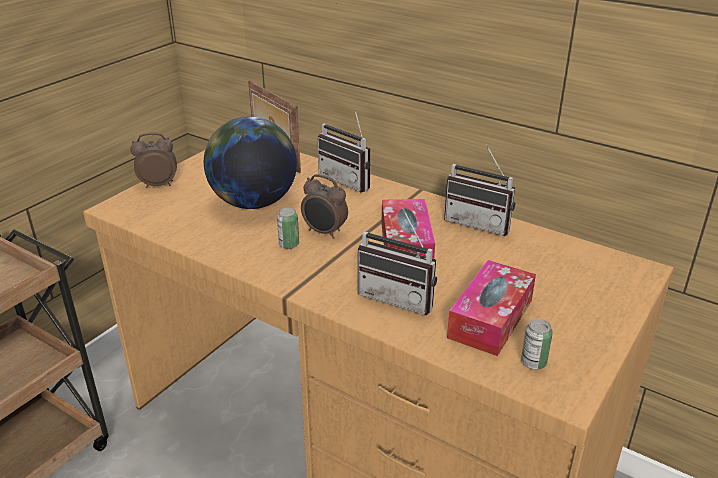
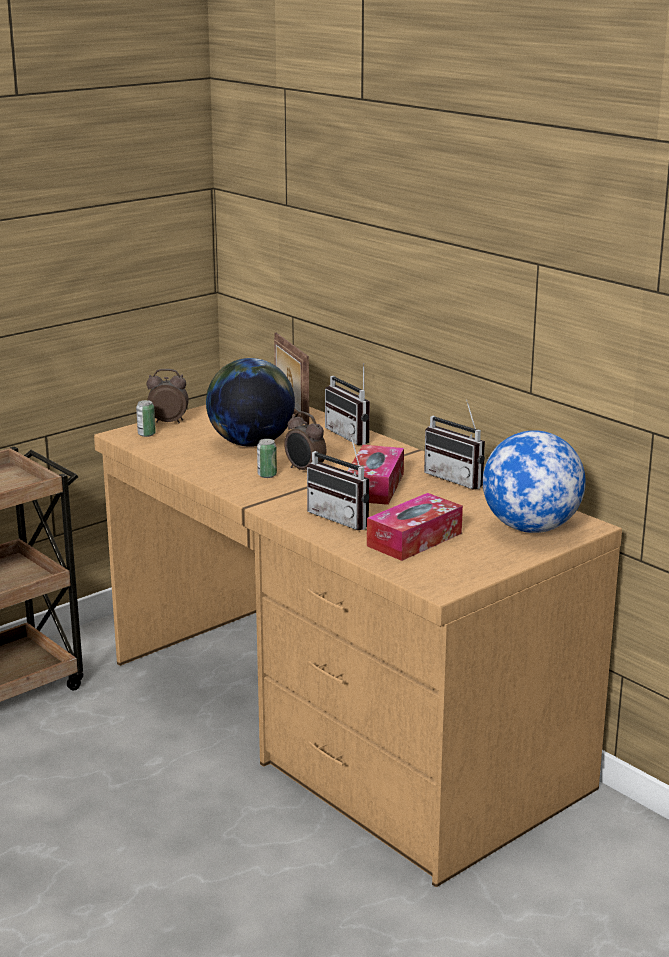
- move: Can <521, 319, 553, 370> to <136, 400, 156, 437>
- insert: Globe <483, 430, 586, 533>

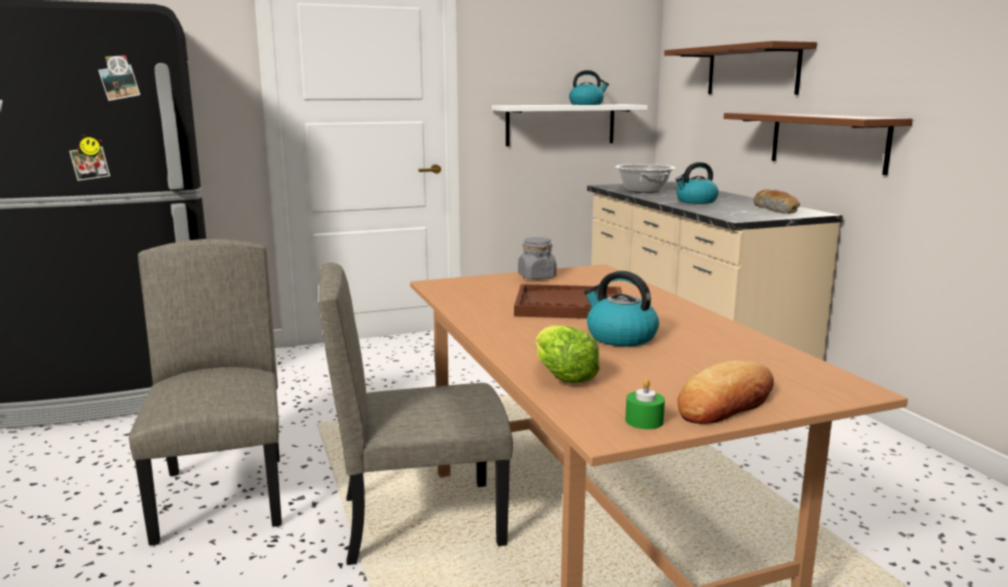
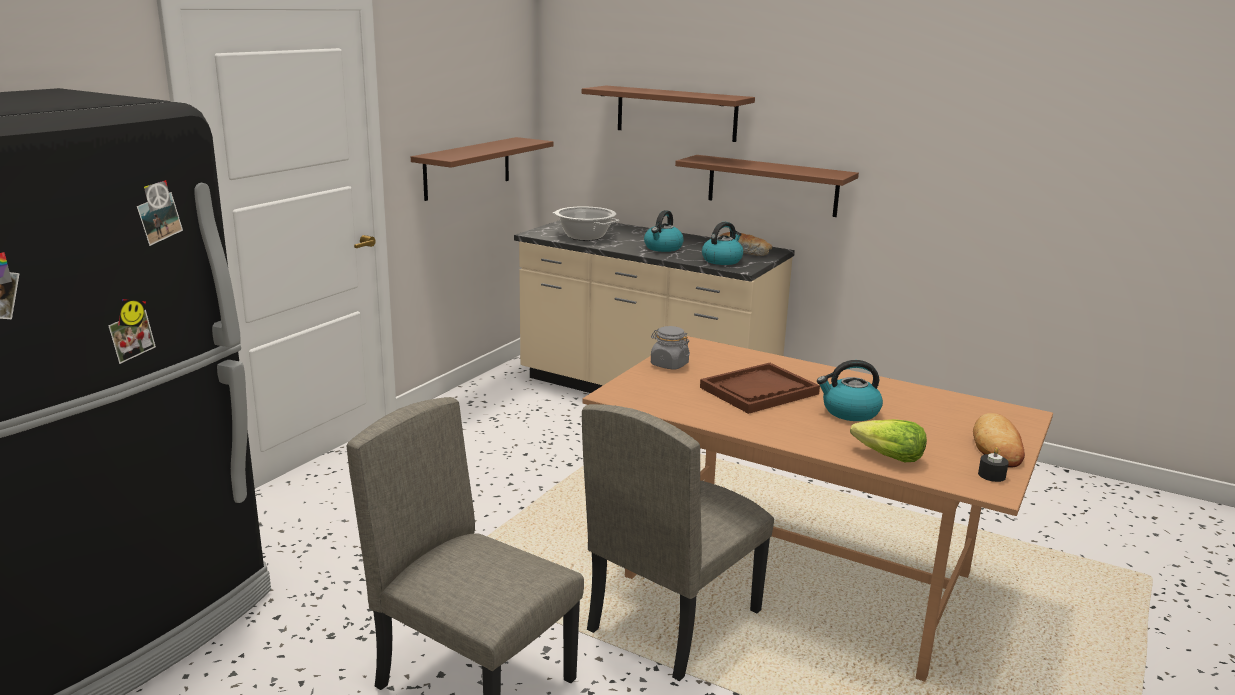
- move: Kettle <569, 70, 609, 105> to <702, 222, 743, 265>
- recolor: WhiteShelf <492, 104, 648, 146> to BrownShelf <411, 137, 553, 201>
- recolor: GreenCandle <625, 379, 665, 429> to BlackCandle <978, 447, 1009, 482>

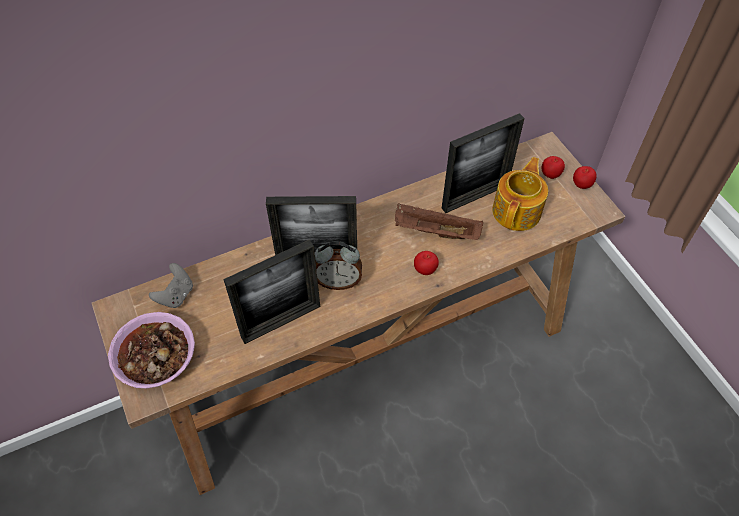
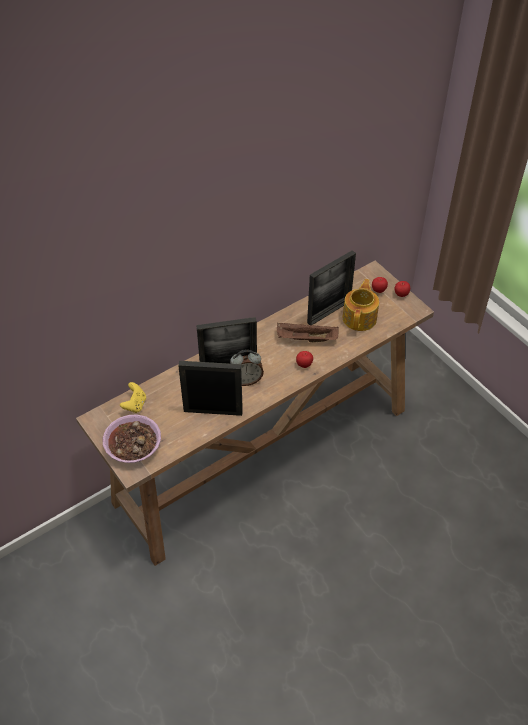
- rotate: PictureFrame <223, 239, 320, 344> = <178, 361, 243, 416> 135 degrees counterclockwise
- recolor: GreyGameController <149, 263, 193, 308> to YellowGameController <120, 382, 146, 413>

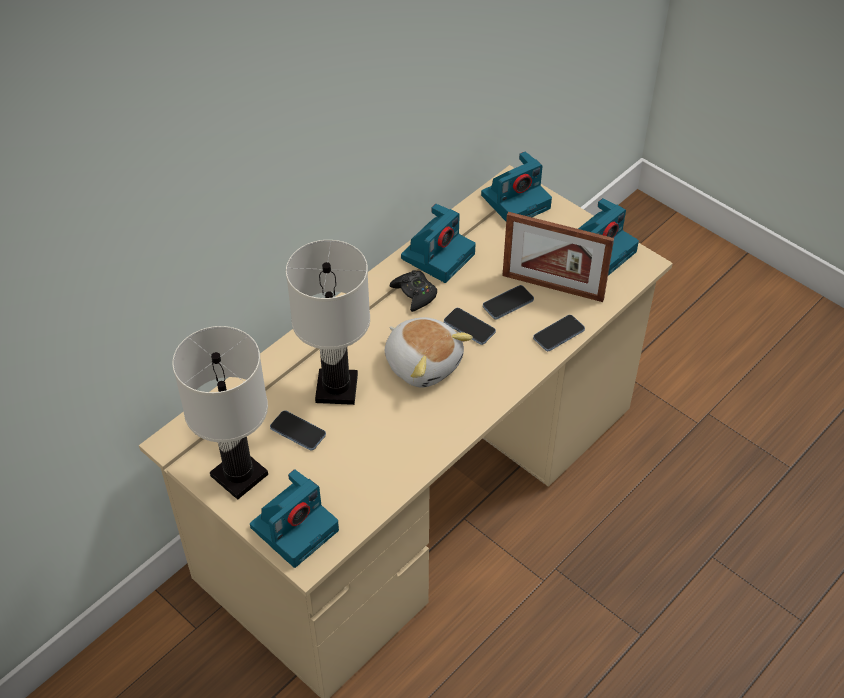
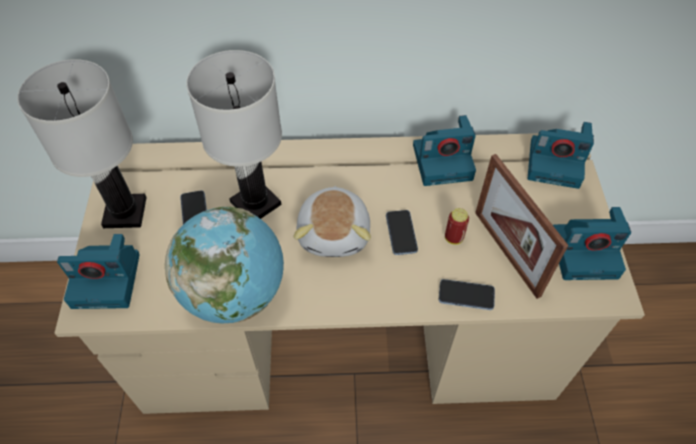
- delete: BlackGameController <390, 270, 437, 312>
- replace: Phone <483, 285, 534, 319> to Can <445, 208, 469, 245>
- insert: Globe <165, 207, 284, 323>

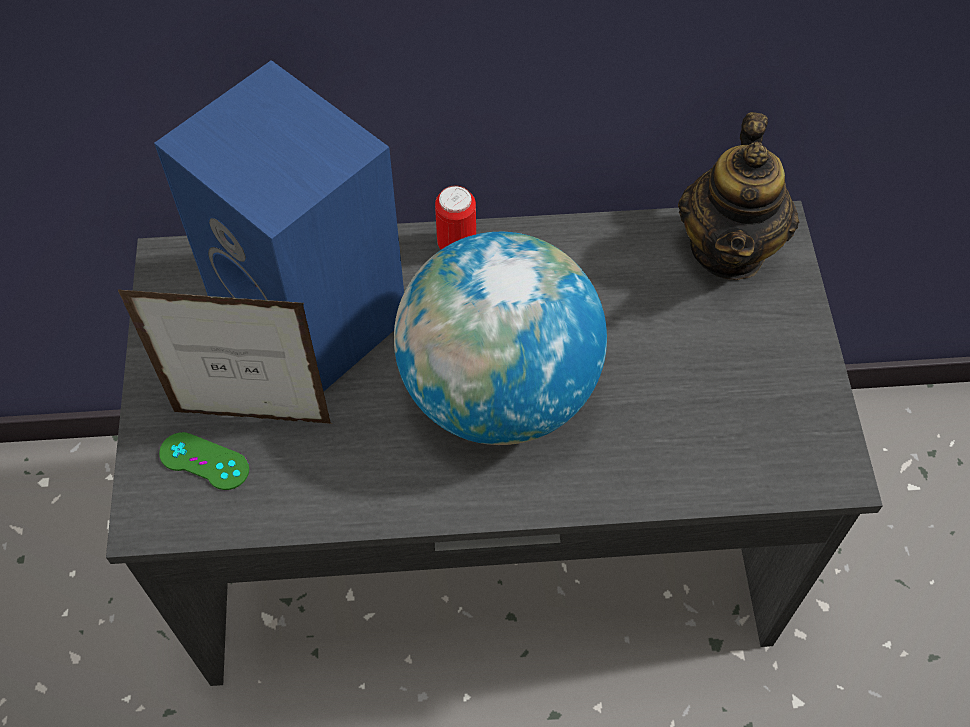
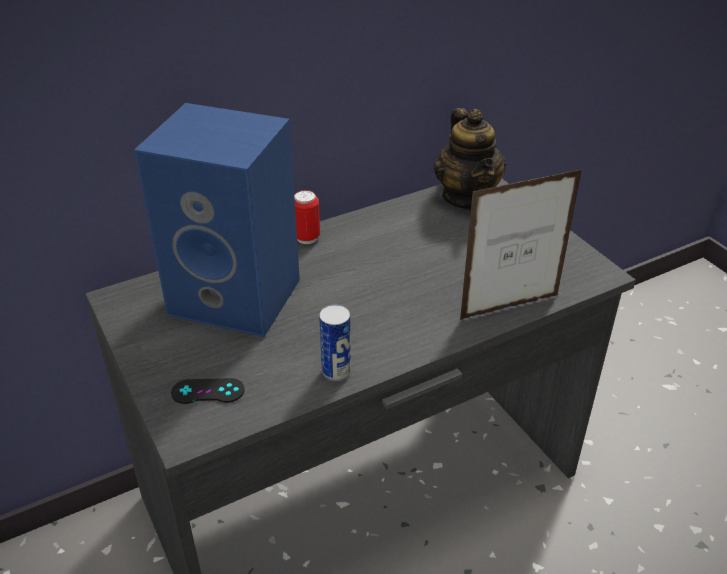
- delete: Globe <394, 232, 607, 445>
- move: PictureFrame <117, 289, 332, 424> to <460, 169, 582, 320>
- recolor: GreenGameController <159, 432, 249, 490> to BlackGameController <171, 378, 245, 404>
- insert: Can <319, 304, 351, 381>

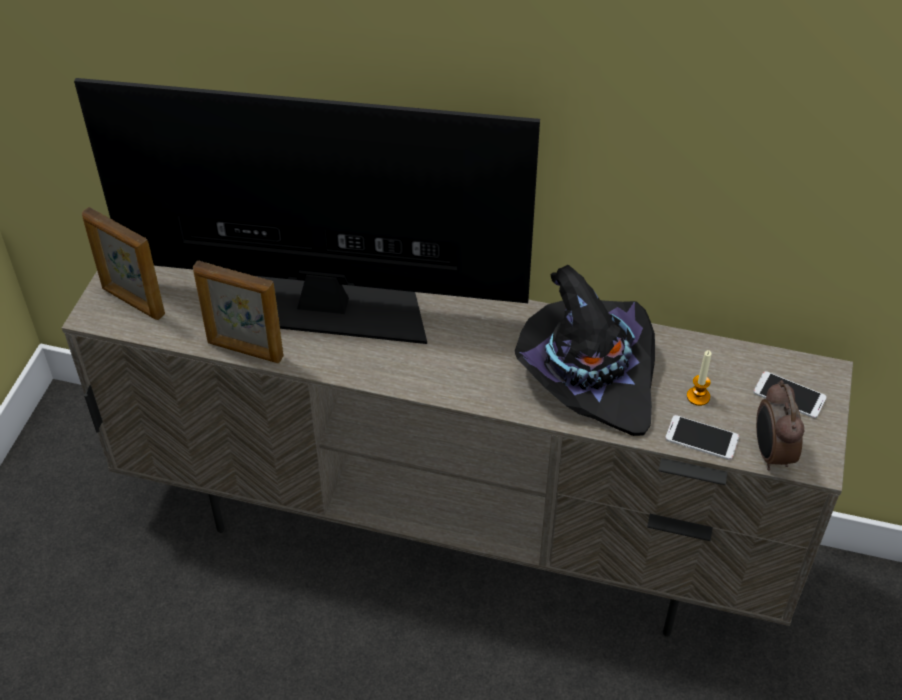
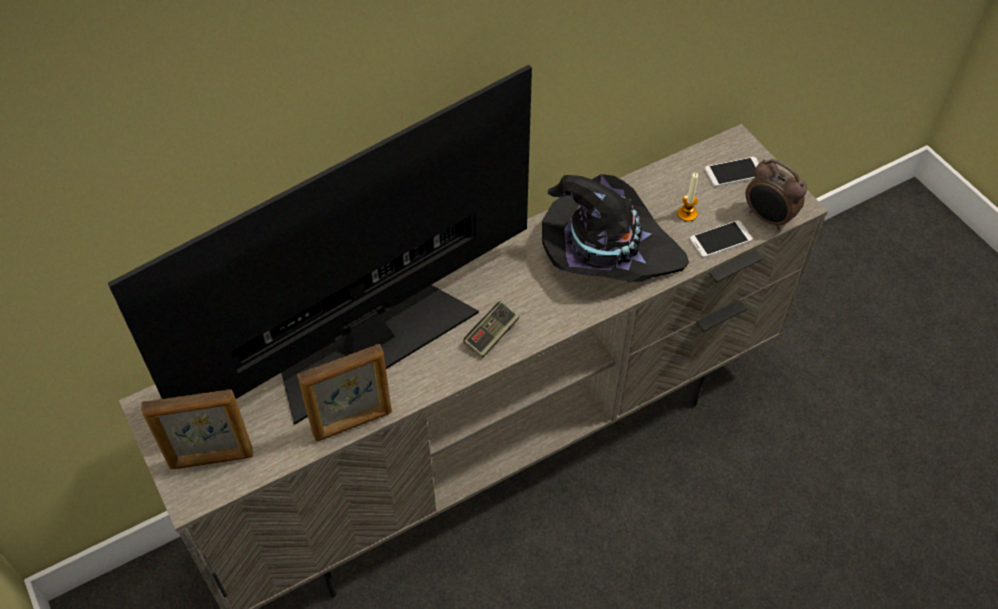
- insert: GameController <463, 301, 519, 358>

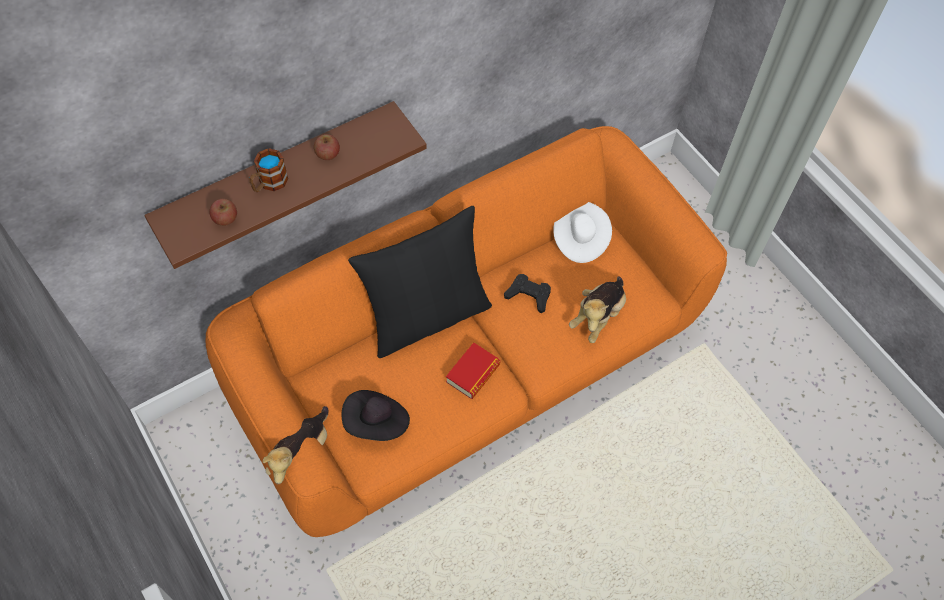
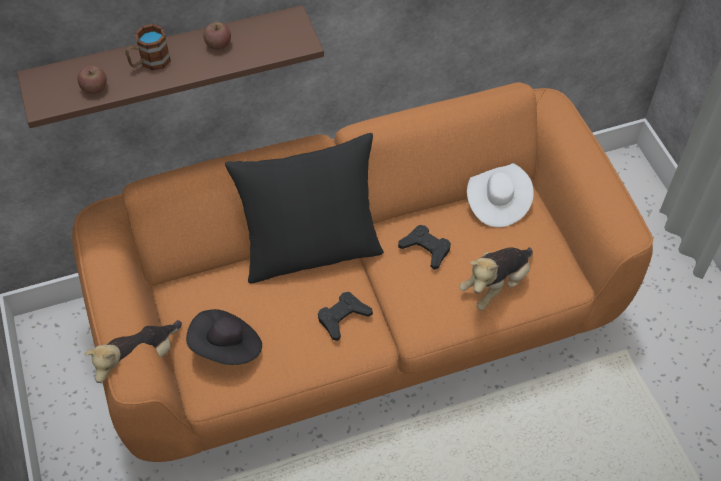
- replace: Book <446, 342, 500, 399> to BlackGameController <318, 292, 373, 341>

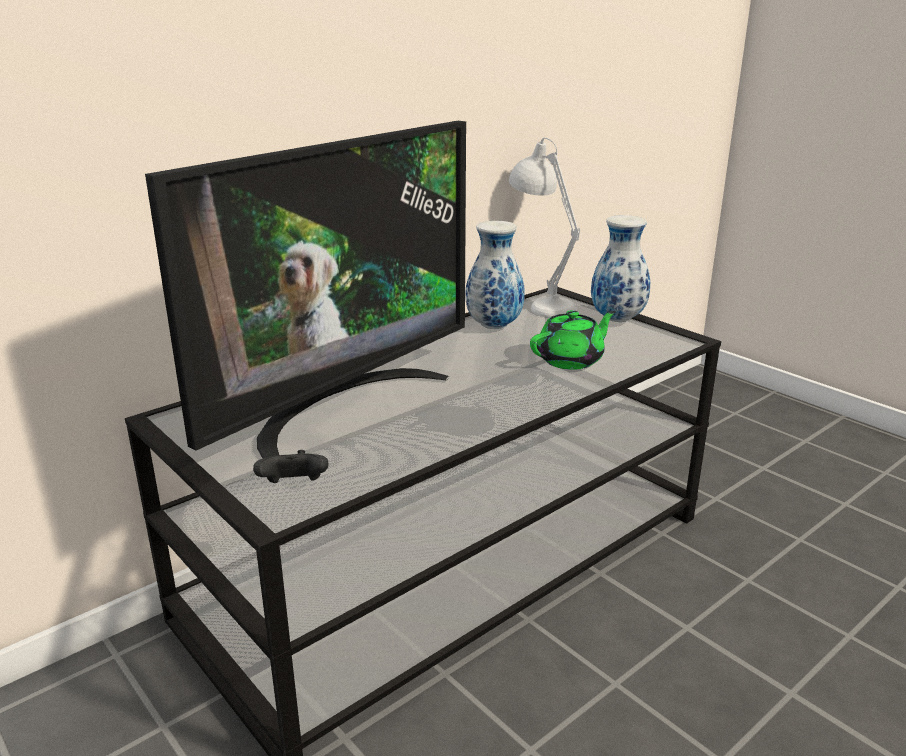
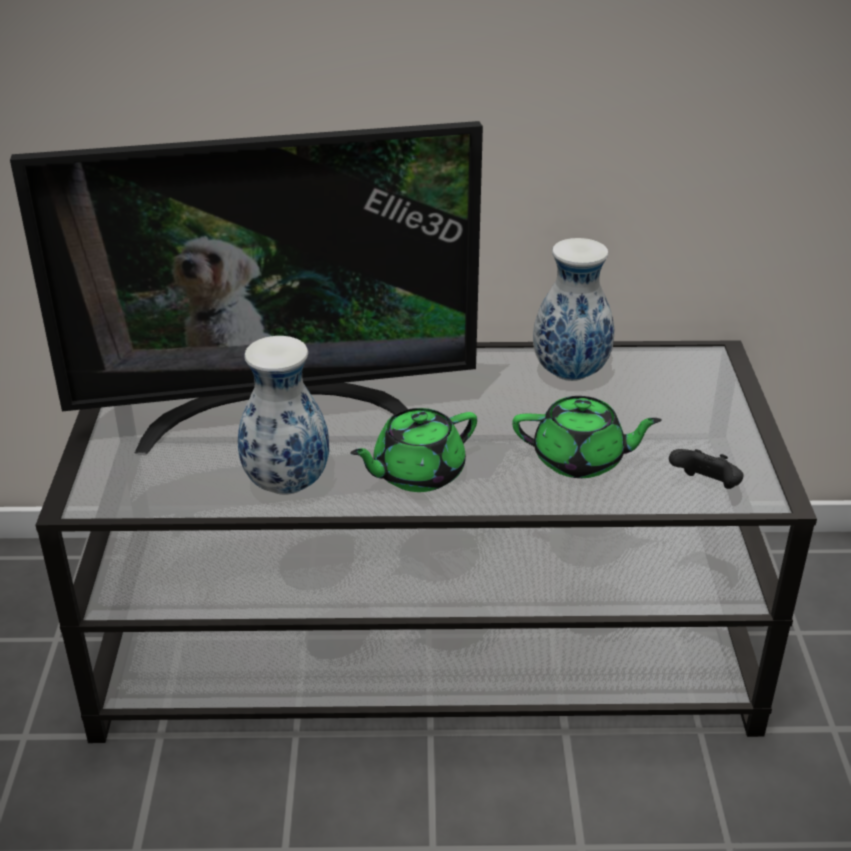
- delete: WhiteTableLamp <509, 138, 580, 317>
- move: Vase <591, 215, 650, 322> to <238, 336, 329, 495>
- move: BlackGameController <253, 450, 329, 483> to <669, 449, 744, 489>
- insert: GreenTeapot <350, 408, 477, 492>

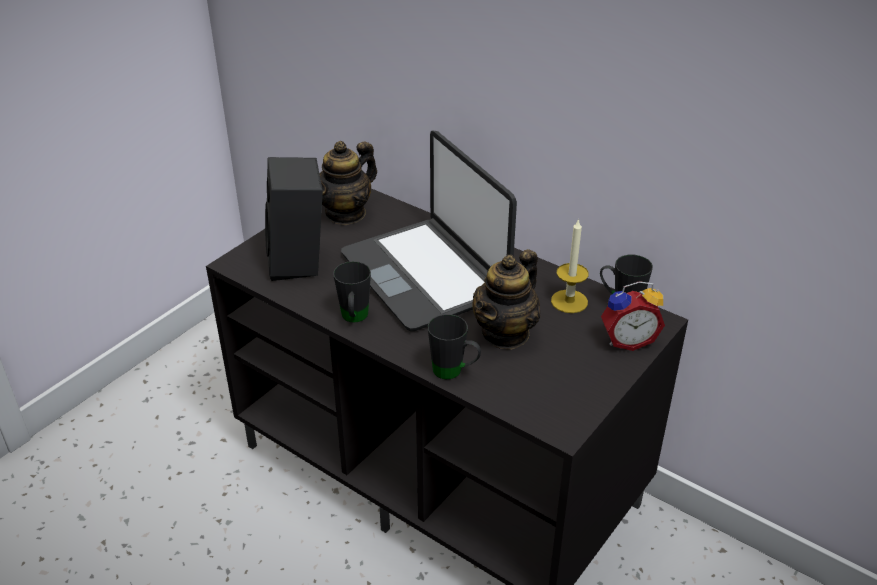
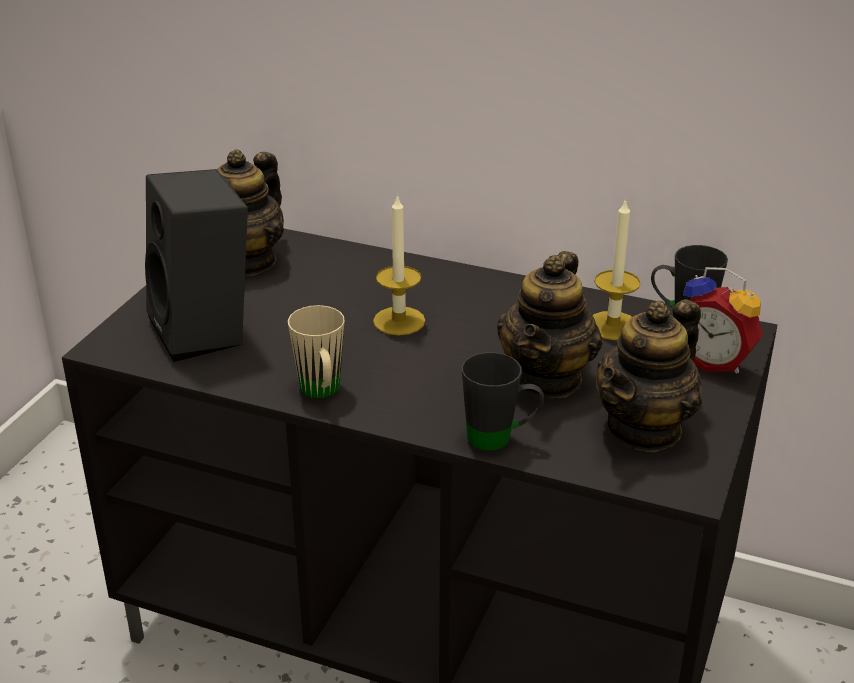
- replace: Laptop <341, 131, 517, 331> to Candle <373, 194, 425, 335>
- recolor: BlackMug <333, 261, 371, 323> to BeigeMug <288, 305, 345, 398>
- rotate: AlarmClock <601, 281, 665, 351> = <683, 267, 763, 373> 60 degrees clockwise
- insert: Teapot <596, 299, 702, 453>

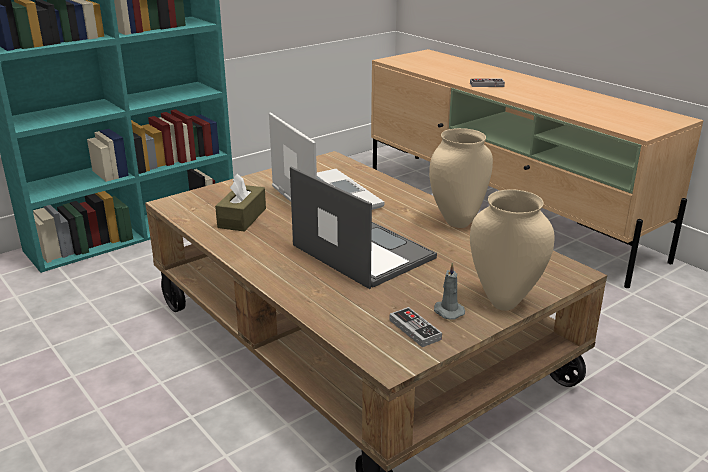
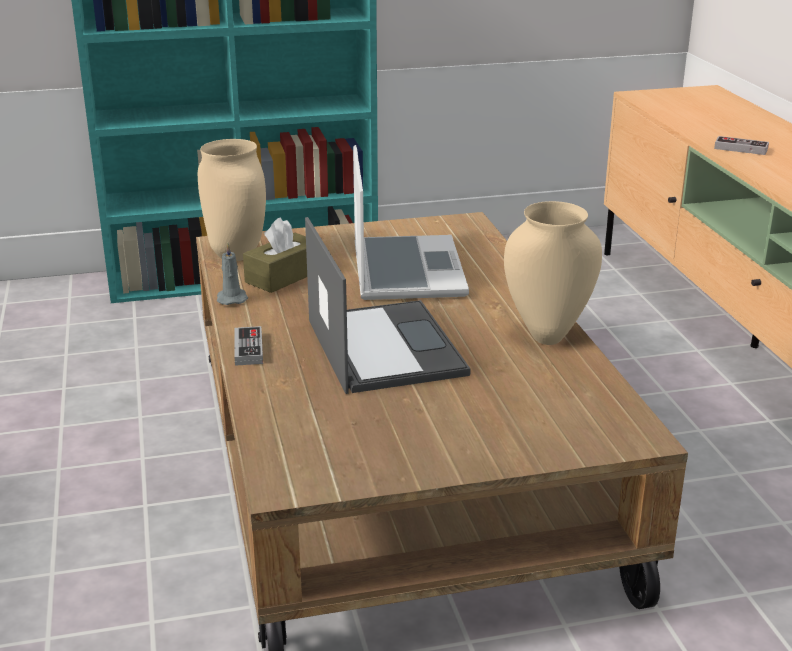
- move: BeigeVase <470, 190, 555, 311> to <198, 139, 266, 261>
- move: GreyCandle <434, 263, 465, 320> to <217, 243, 248, 305>
- move: GameController <390, 307, 442, 347> to <234, 326, 263, 366>

